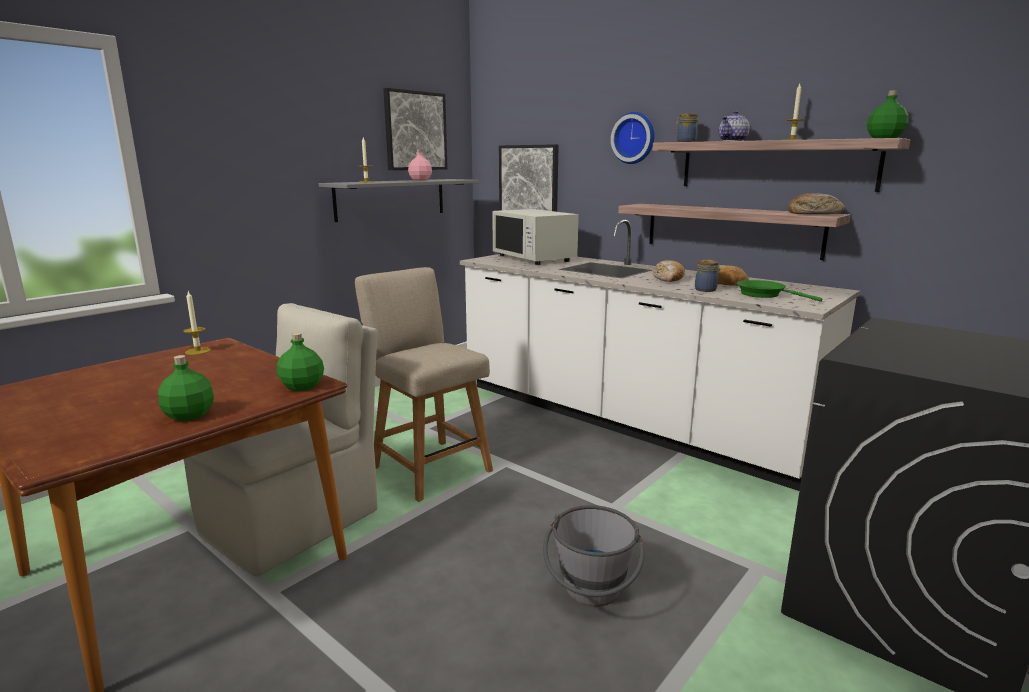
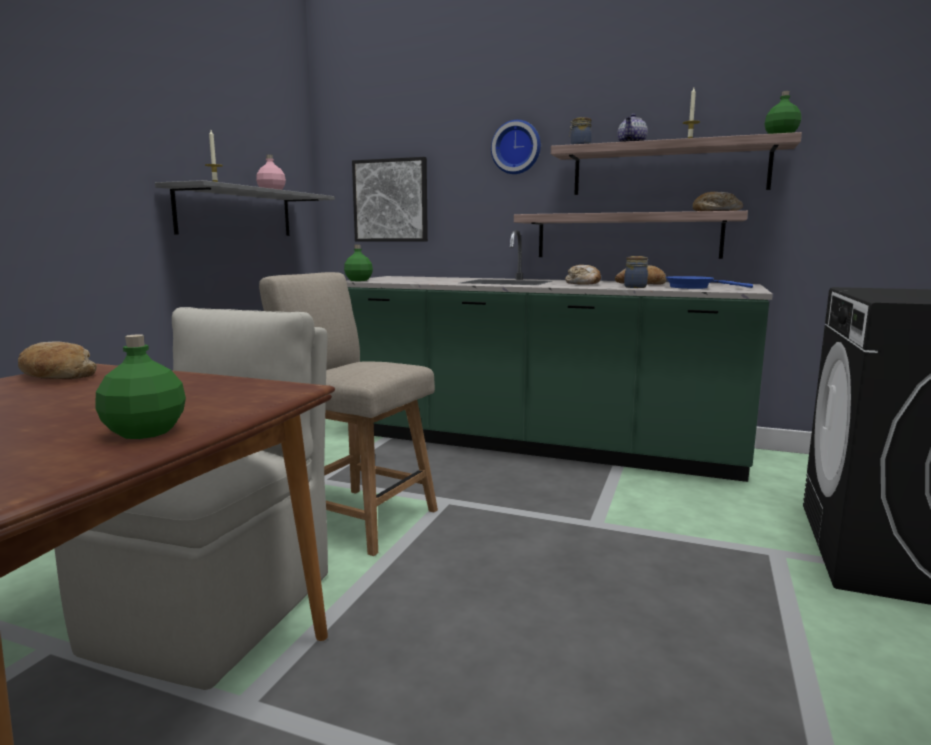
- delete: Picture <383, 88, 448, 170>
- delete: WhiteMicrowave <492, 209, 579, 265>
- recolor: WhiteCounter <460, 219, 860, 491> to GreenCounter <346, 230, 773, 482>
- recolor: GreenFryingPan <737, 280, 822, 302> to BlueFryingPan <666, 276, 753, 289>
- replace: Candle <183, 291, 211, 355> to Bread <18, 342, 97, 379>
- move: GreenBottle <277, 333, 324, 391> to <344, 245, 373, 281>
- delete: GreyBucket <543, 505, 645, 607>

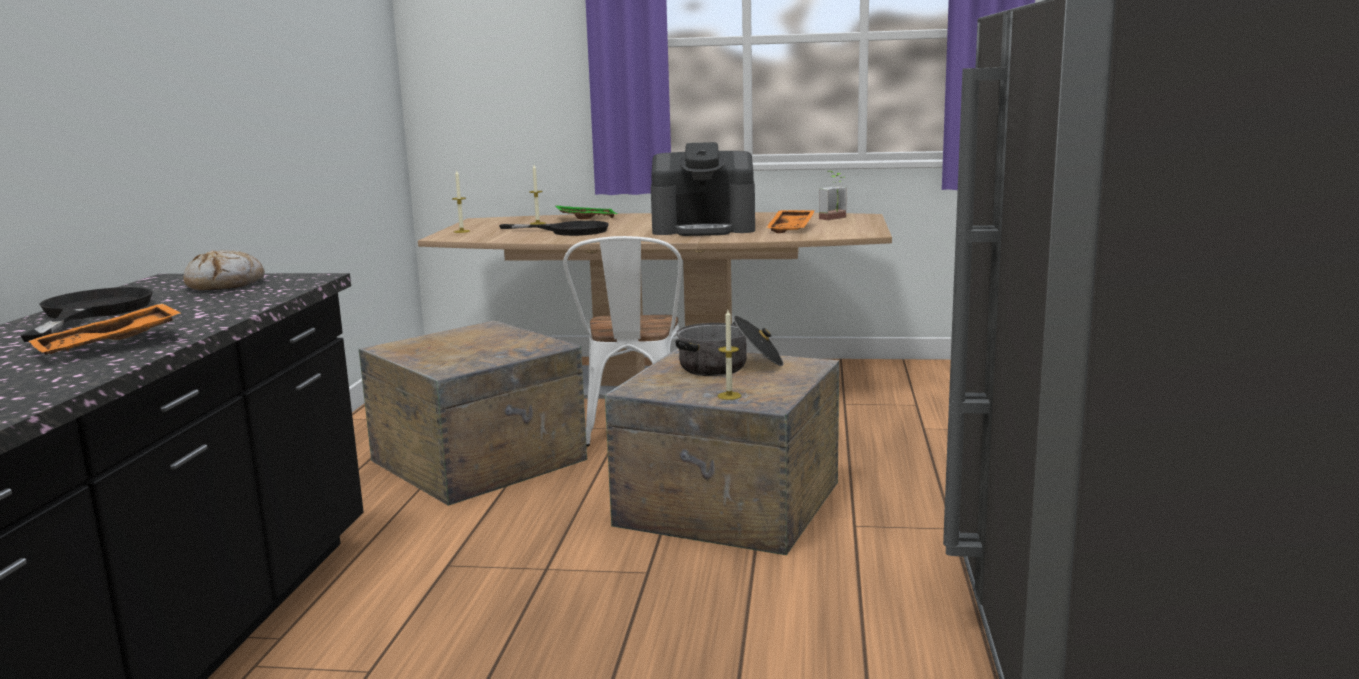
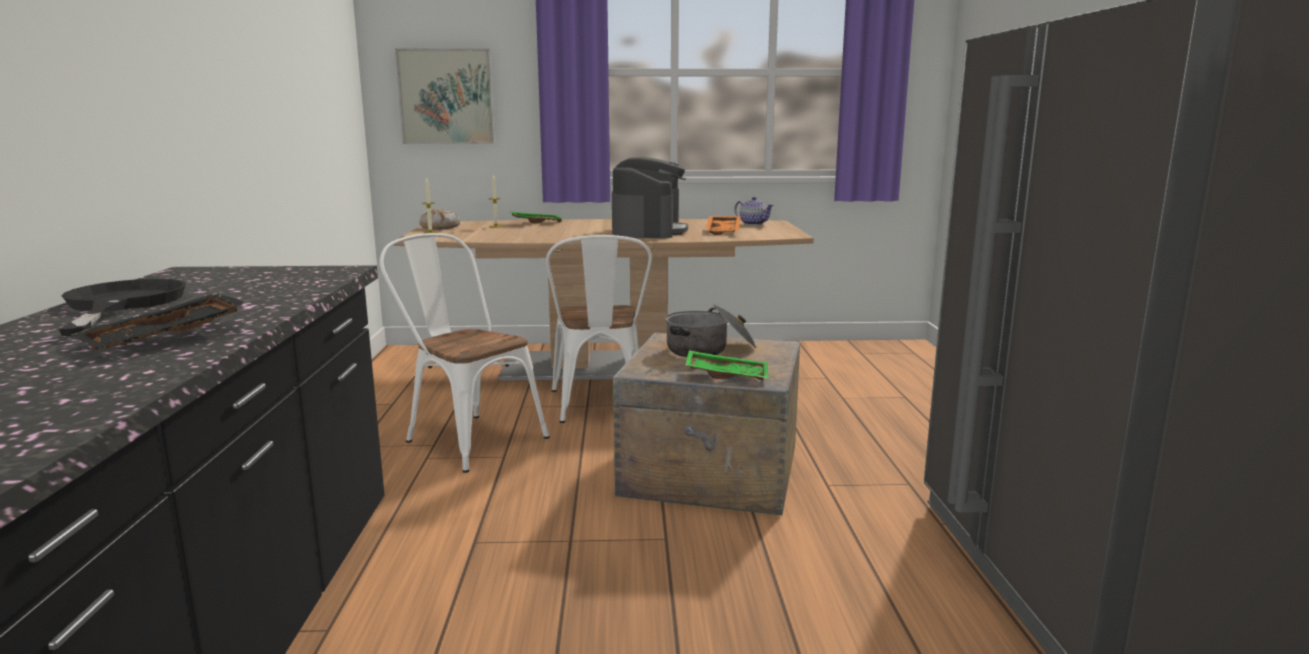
- rotate: CoffeeMachine <651, 142, 755, 236> = <612, 157, 688, 239> 75 degrees counterclockwise
- replace: PottedPlant <819, 171, 847, 220> to Teapot <734, 197, 774, 225>
- delete: BlackFryingPan <499, 221, 609, 236>
- move: Bread <183, 250, 265, 290> to <419, 209, 460, 230>
- recolor: OrangeTray <29, 303, 181, 355> to BlackTray <72, 293, 248, 350>
- replace: Candle <718, 310, 741, 400> to GreenTray <685, 350, 769, 381>
- replace: Crate <359, 320, 587, 506> to WhiteChair <380, 233, 550, 473>
- insert: Picture <395, 48, 495, 144>

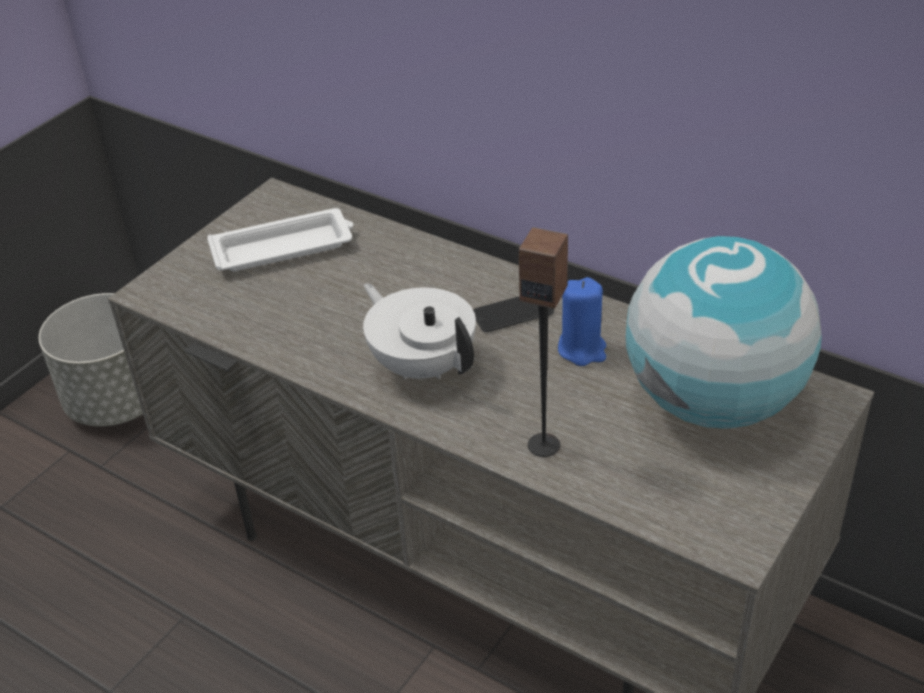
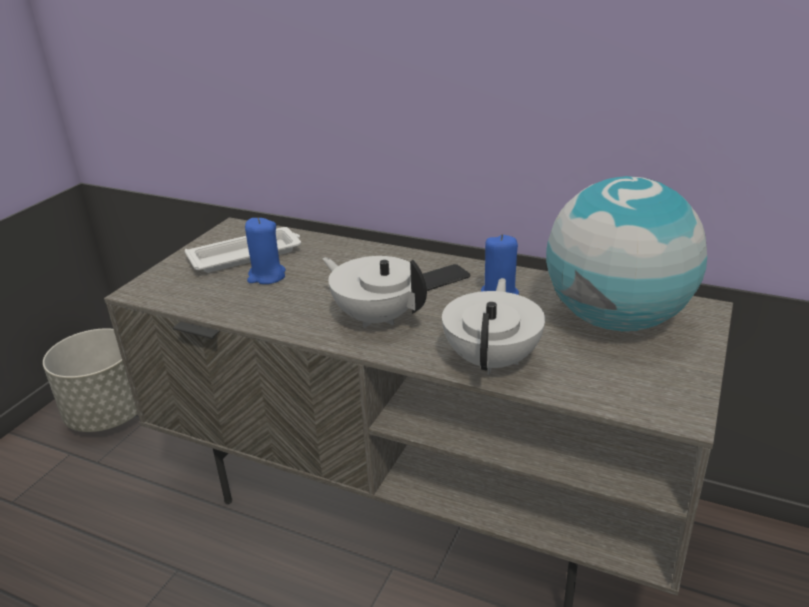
- replace: Speaker <519, 227, 568, 457> to WhiteTeapot <442, 278, 545, 375>
- insert: BlueCandle <245, 218, 286, 284>

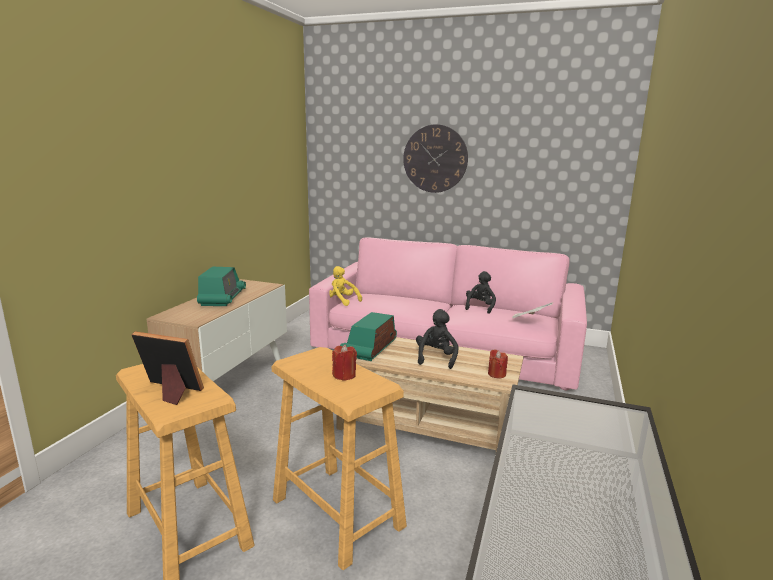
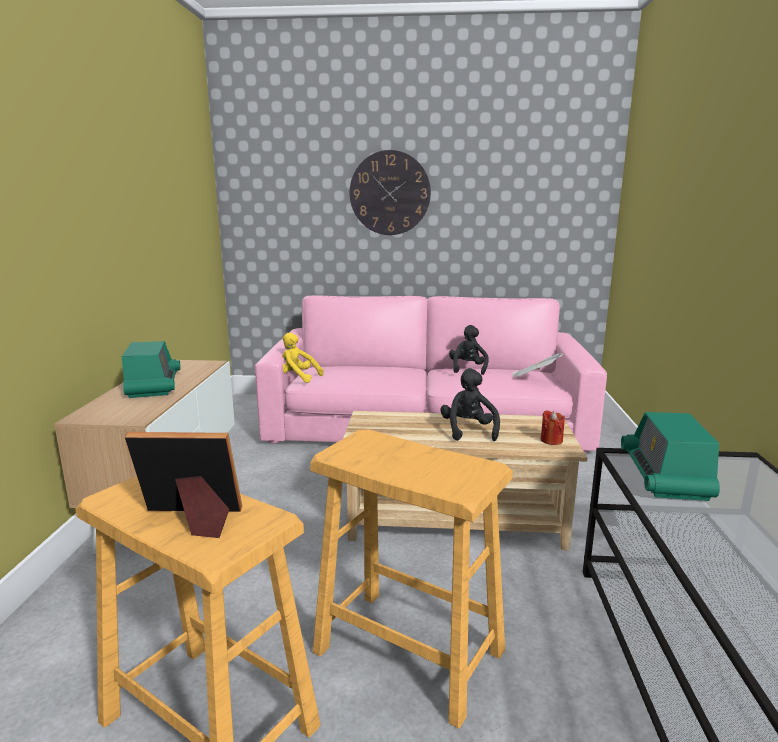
- move: Radio <340, 312, 397, 361> to <621, 412, 720, 501>
- delete: RedCandle <332, 344, 357, 381>

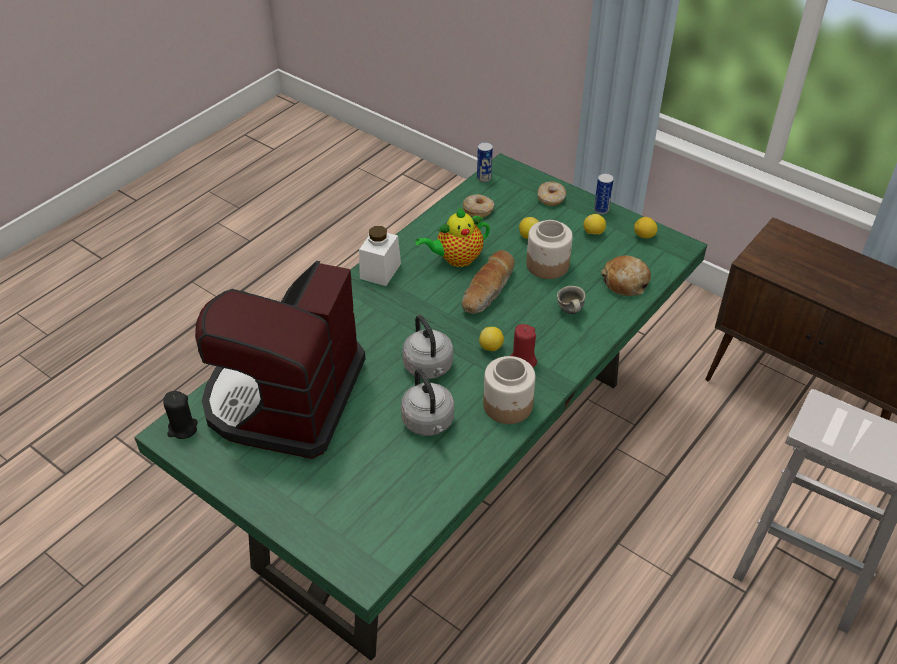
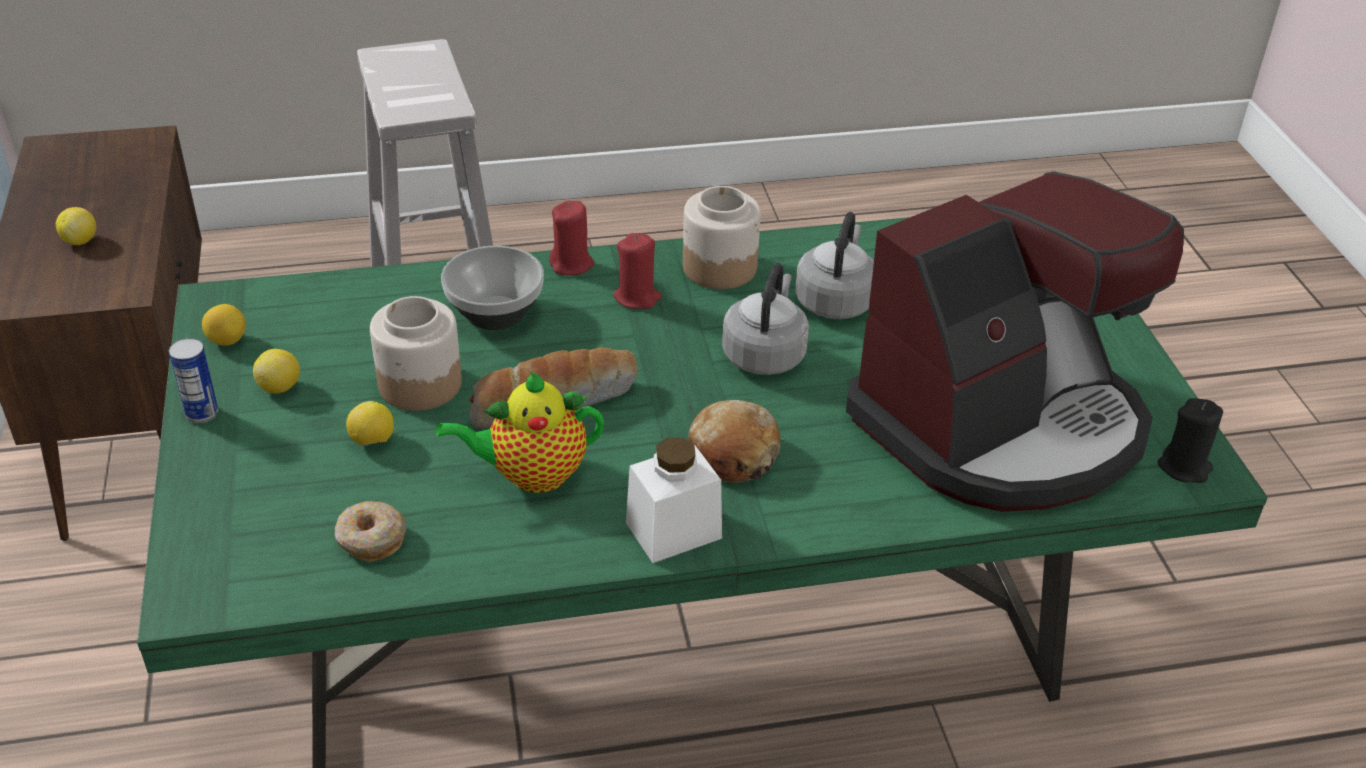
- delete: Can <477, 142, 493, 182>
- delete: Donut <538, 181, 566, 206>
- rotate: Teapot <415, 208, 490, 267> = <436, 371, 604, 493> 150 degrees clockwise
- move: Bread <601, 256, 651, 296> to <688, 400, 780, 483>
- replace: GreyMug <557, 286, 586, 314> to Bowl <441, 246, 544, 330>
- move: Lemon <479, 327, 504, 351> to <56, 207, 96, 245>
- insert: RedCandle <549, 201, 594, 275>

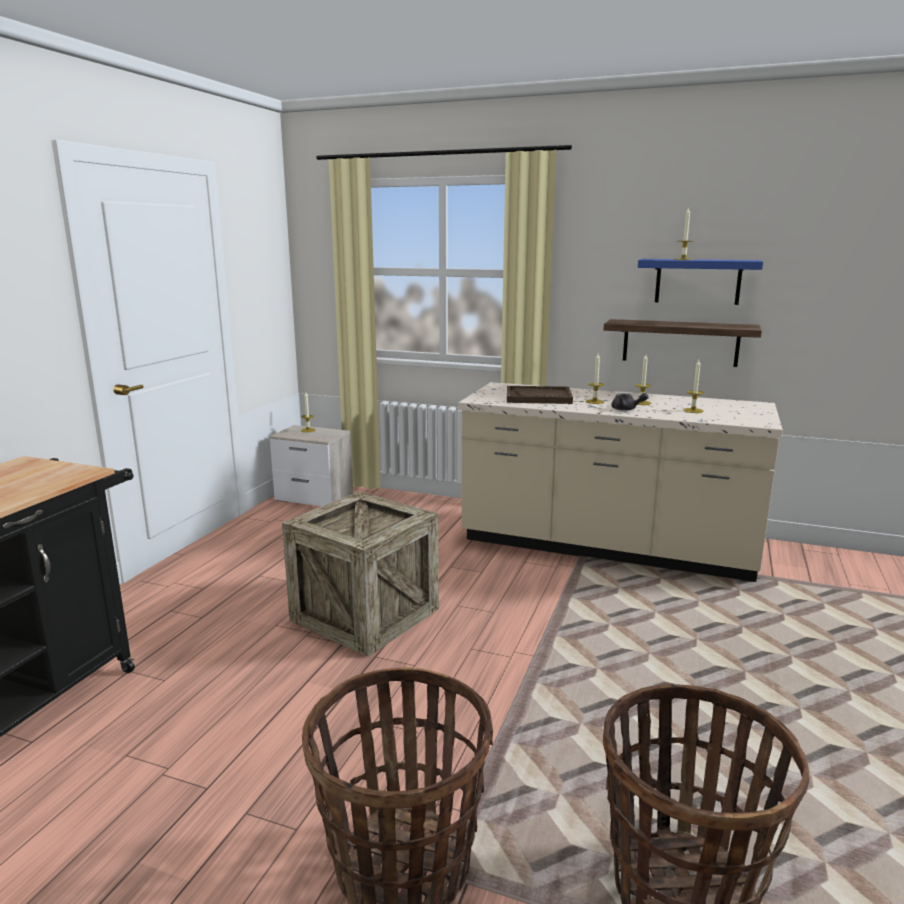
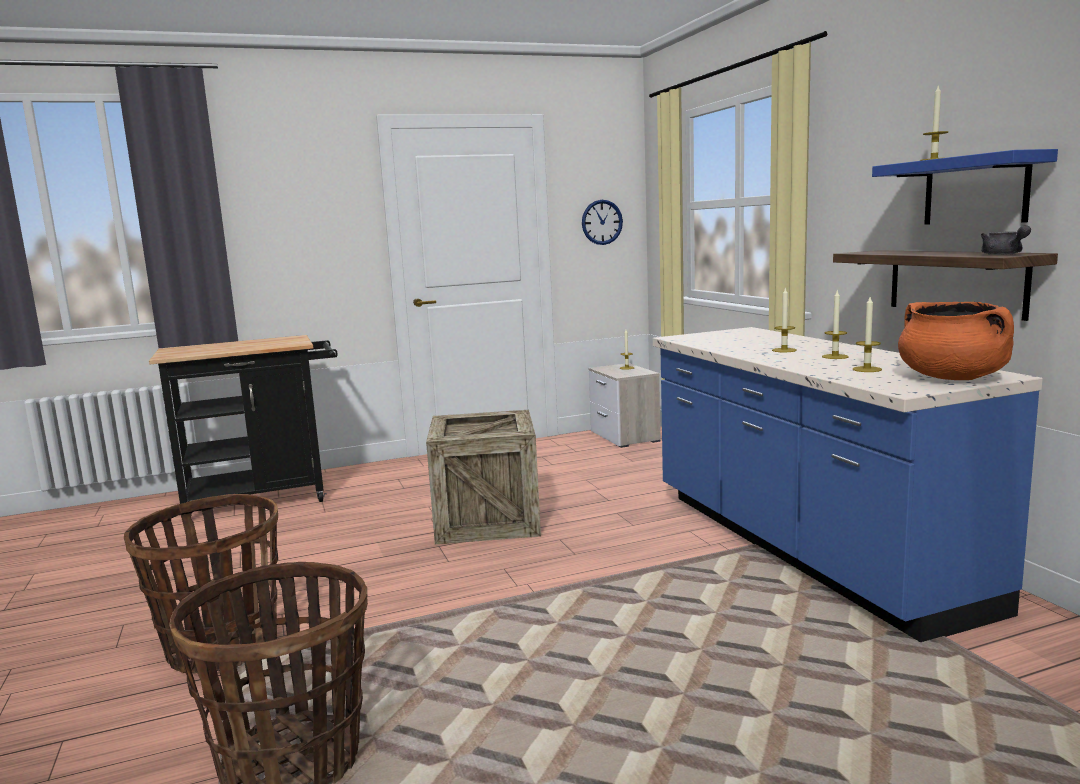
- recolor: BeigeCounter <458, 382, 783, 582> to BlueCounter <653, 327, 1043, 642>
- delete: BrownTray <507, 386, 573, 404>
- move: GreyTeapot <611, 393, 649, 411> to <981, 225, 1031, 255>
- insert: WallClock <582, 200, 623, 245>
- insert: OrangeCookingPot <898, 302, 1014, 380>

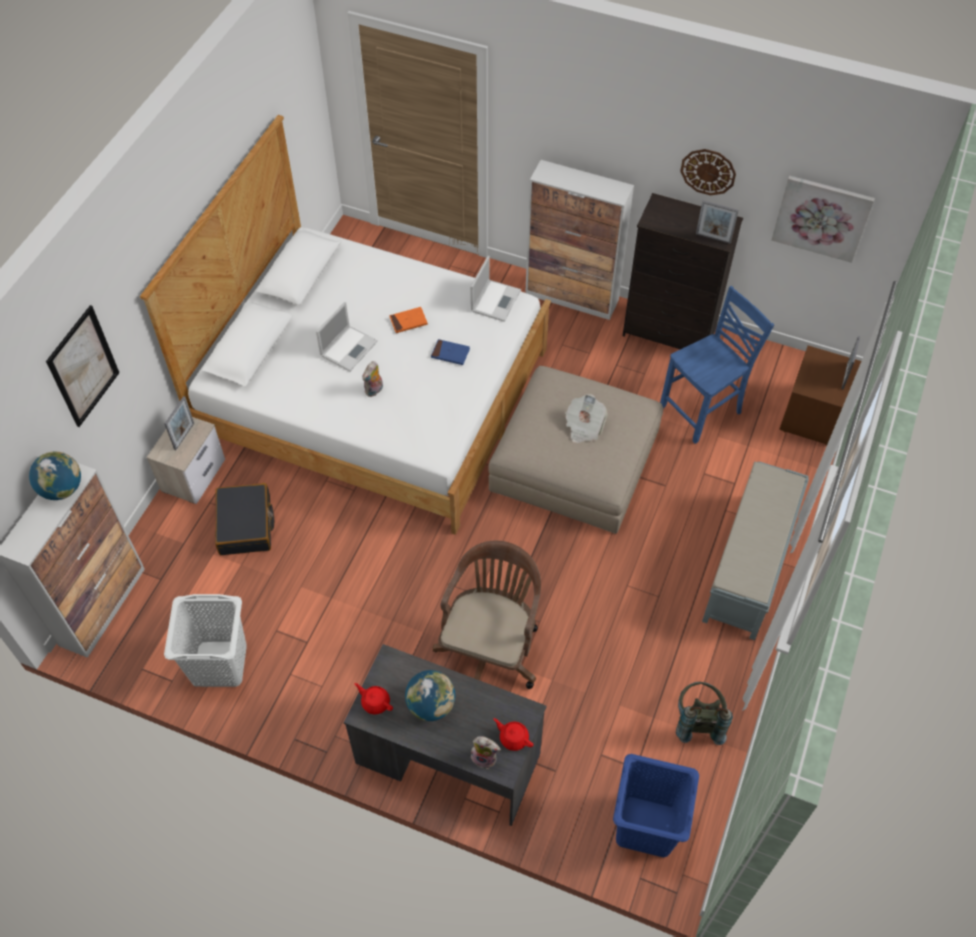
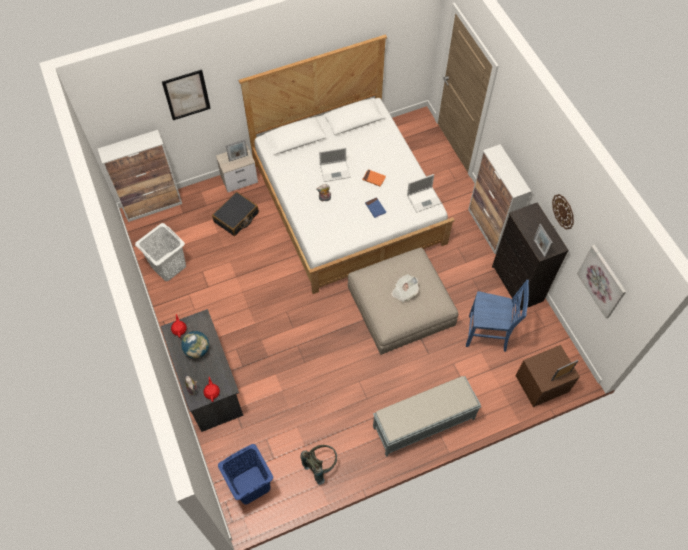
- delete: Globe <29, 451, 81, 500>
- delete: BrownOfficeChair <433, 541, 541, 689>

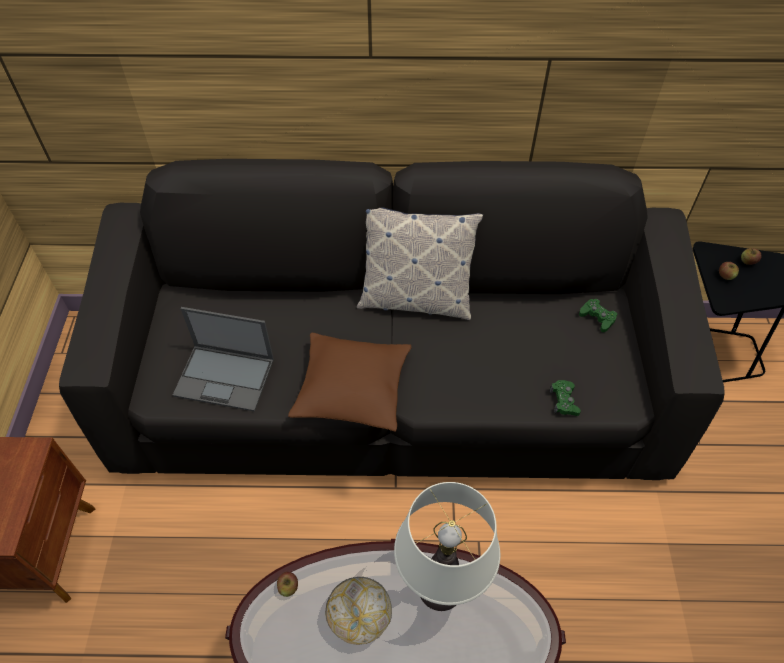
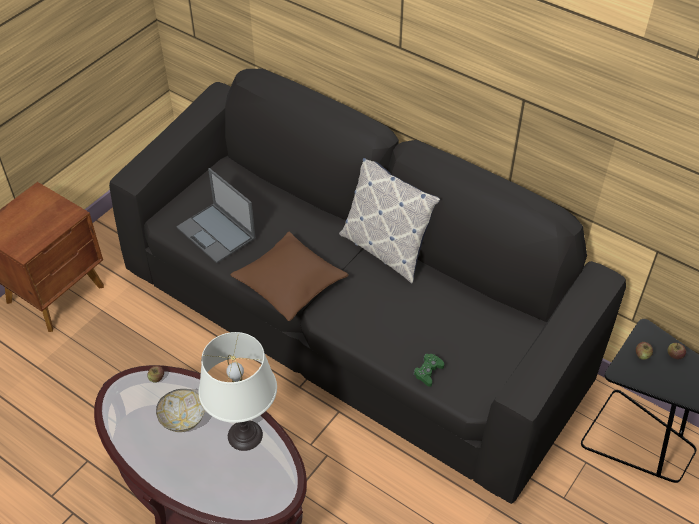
- delete: GreenGameController <579, 299, 617, 332>

